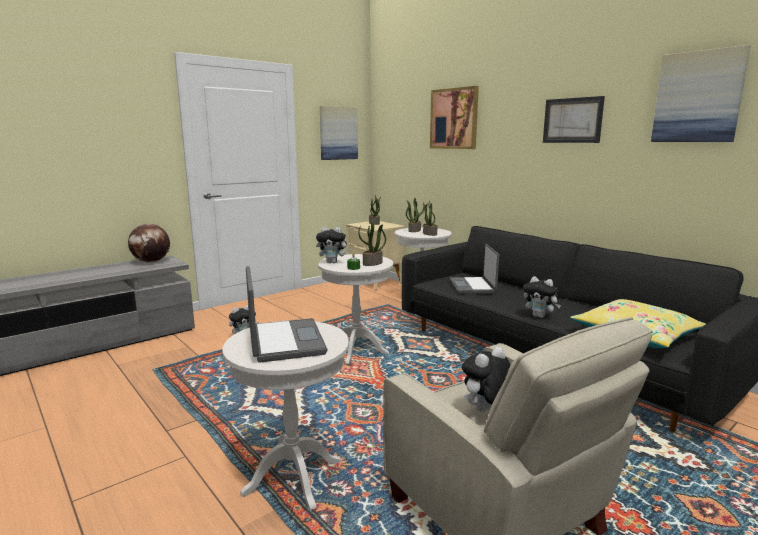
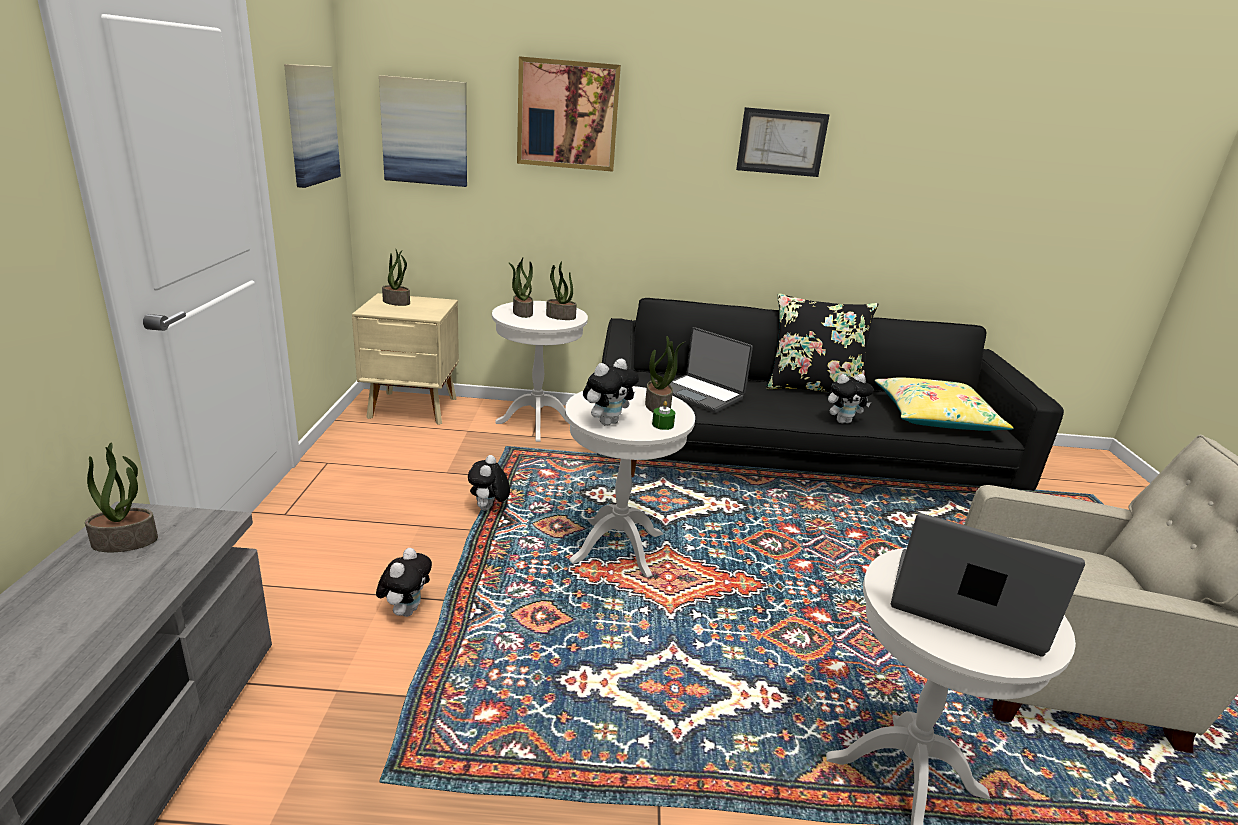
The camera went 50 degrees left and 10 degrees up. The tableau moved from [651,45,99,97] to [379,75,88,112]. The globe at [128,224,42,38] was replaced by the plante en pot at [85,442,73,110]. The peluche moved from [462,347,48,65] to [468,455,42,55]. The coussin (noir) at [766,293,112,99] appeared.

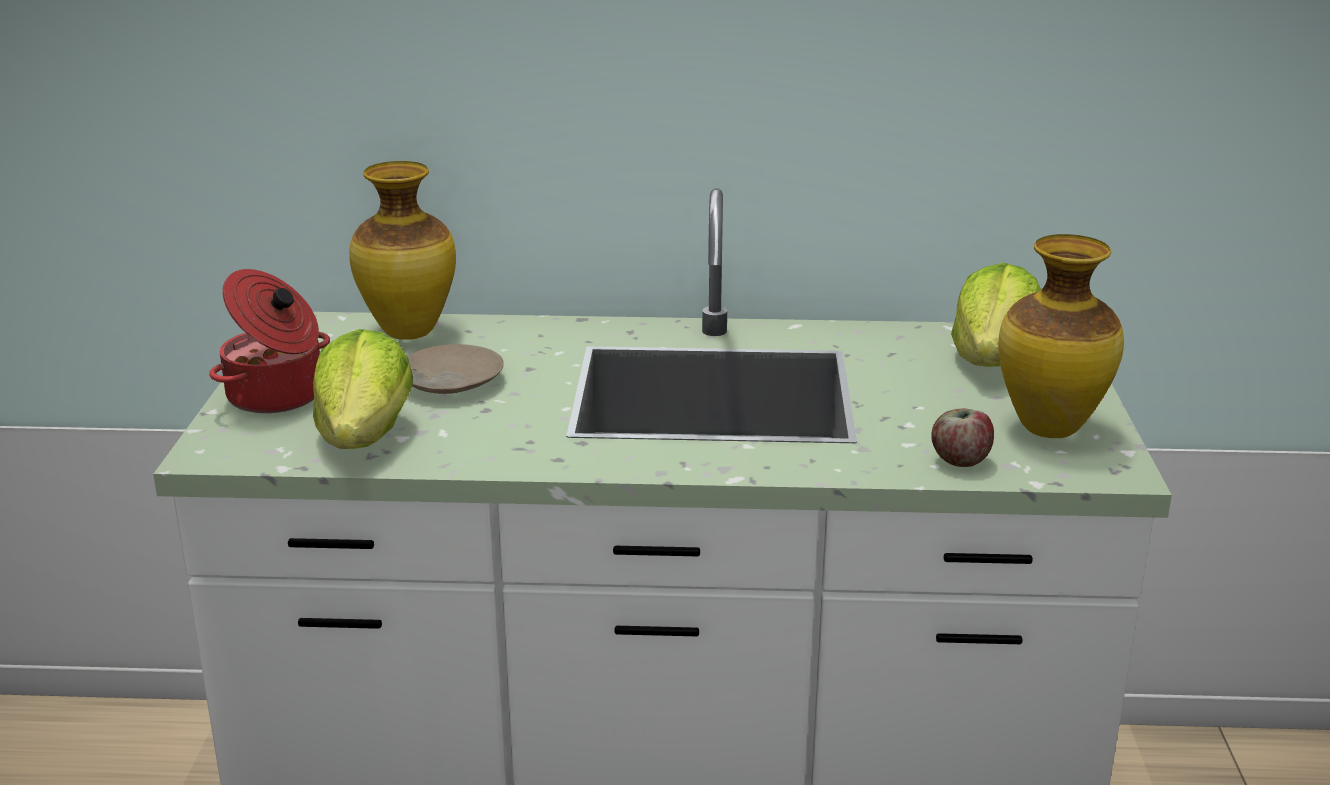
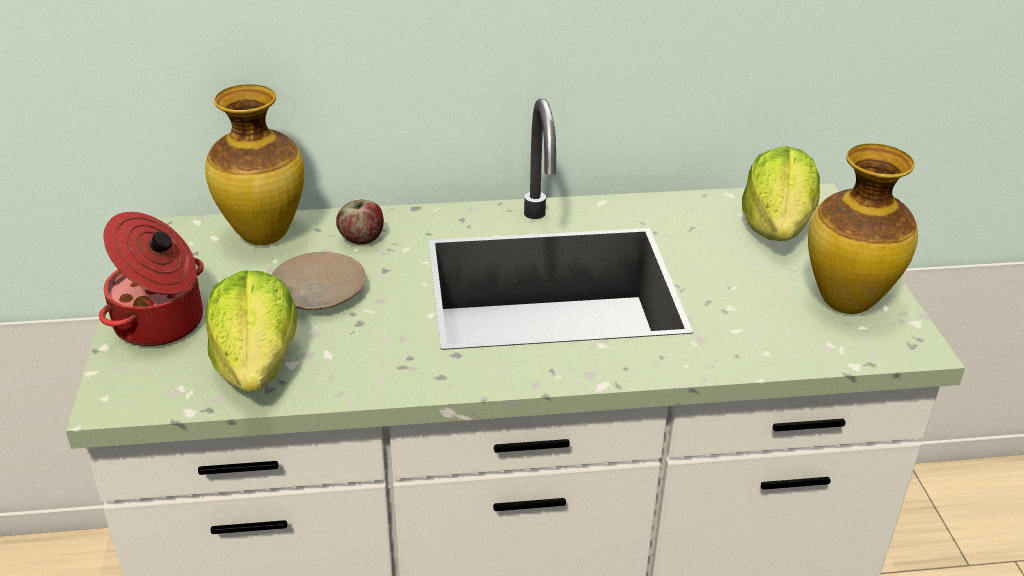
The camera went 10 degrees left and 10 degrees up. The pomme moved from [931,409,63,58] to [336,200,48,44].

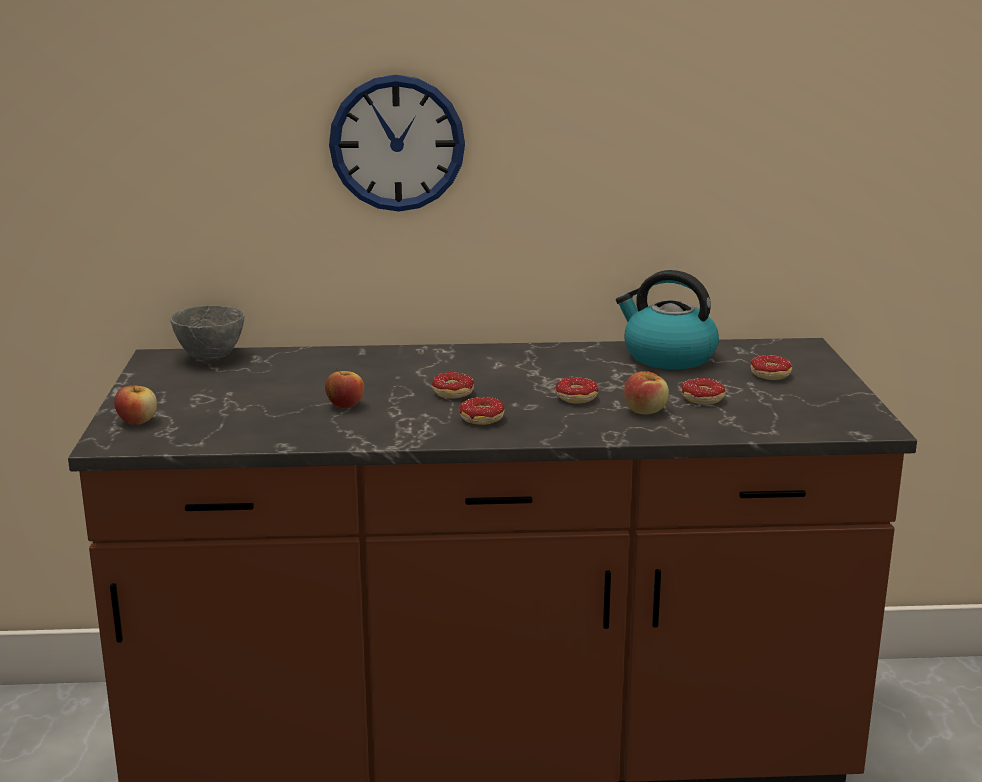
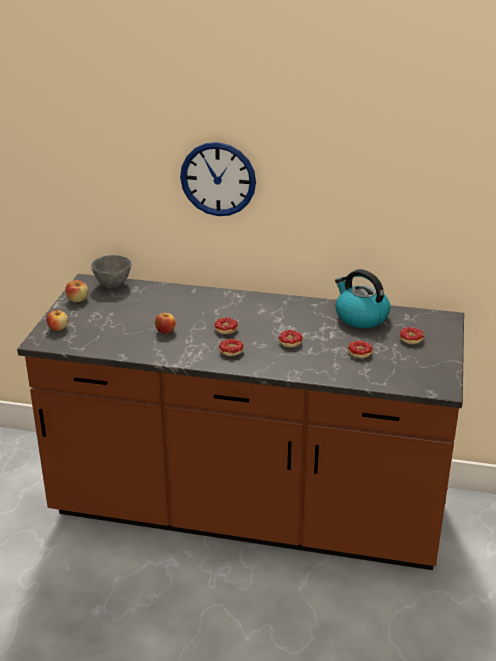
The camera went 15 degrees right and 10 degrees up. The pomme moved from [624,371,45,44] to [65,280,23,22].

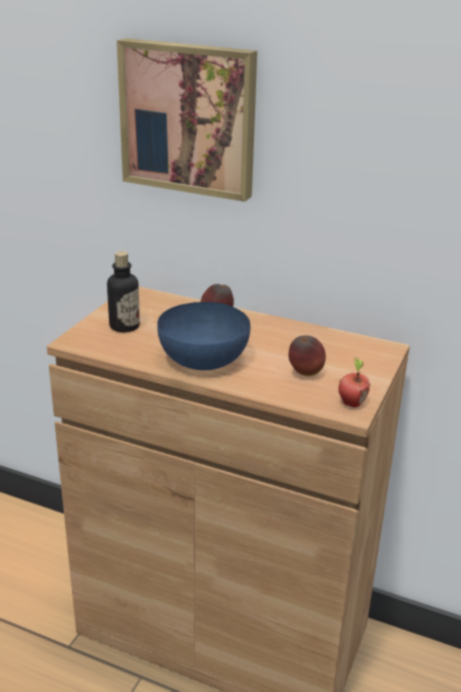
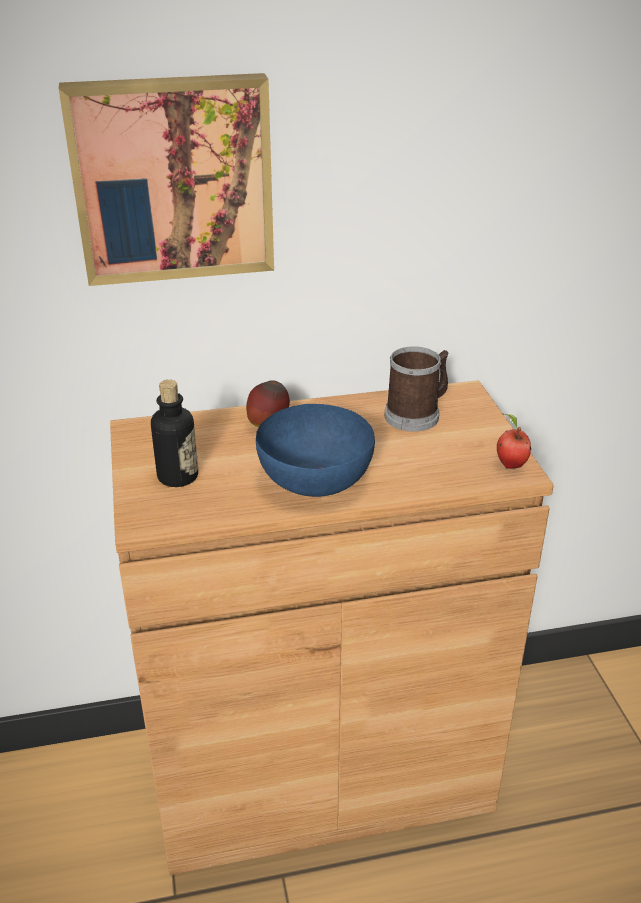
The camera went 35 degrees left and 5 degrees up. The pomme at [289,335,37,41] disappeared. The mug at [385,346,63,86] appeared.

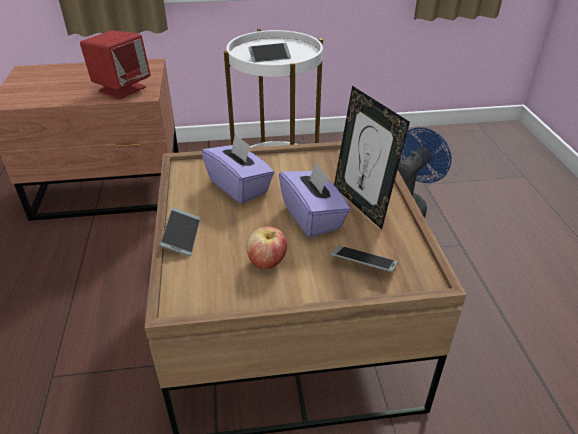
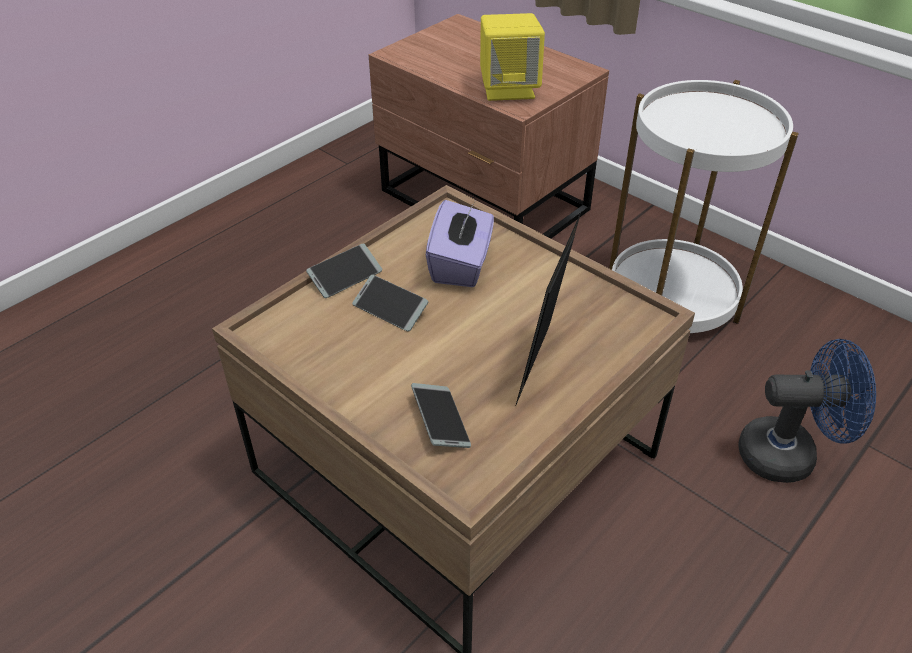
The camera went 50 degrees right and 5 degrees up. The enceinte (rouge) at [80,30,71,70] became the enceinte (jaune) at [480,13,65,88]. The téléphone moved from [248,43,43,19] to [352,275,76,57]. The boîte à mouchoirs (violet) at [279,162,71,75] disappeared. The pomme at [246,227,41,42] disappeared.

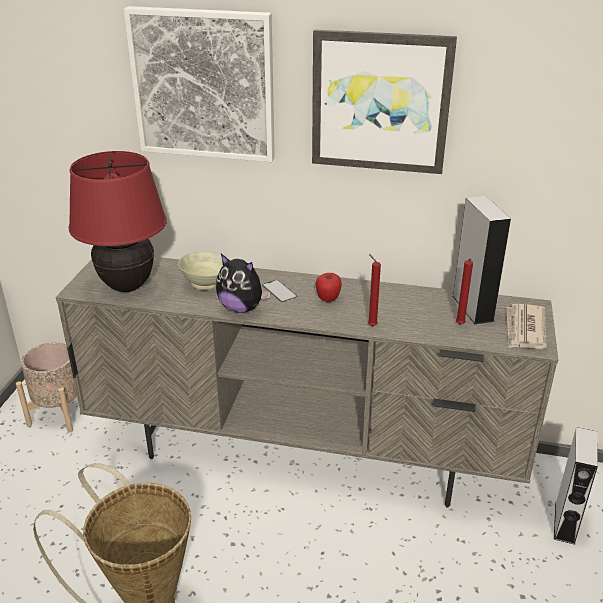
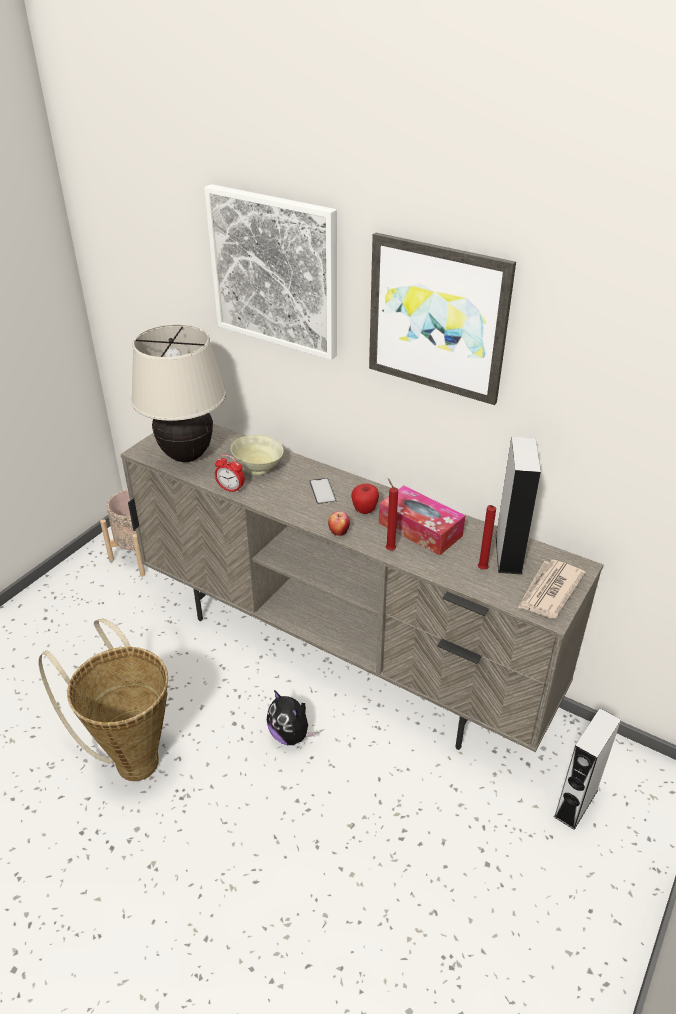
The camera went 20 degrees right and 5 degrees up. The lampe de table (rouge) at [69,151,98,141] became the lampe de table (beige) at [131,324,95,138]. The peluche moved from [216,254,55,59] to [267,690,48,55]. The réveil at [215,455,30,38] appeared. The boîte à mouchoirs at [379,486,86,70] appeared. The pomme at [328,511,22,25] appeared.

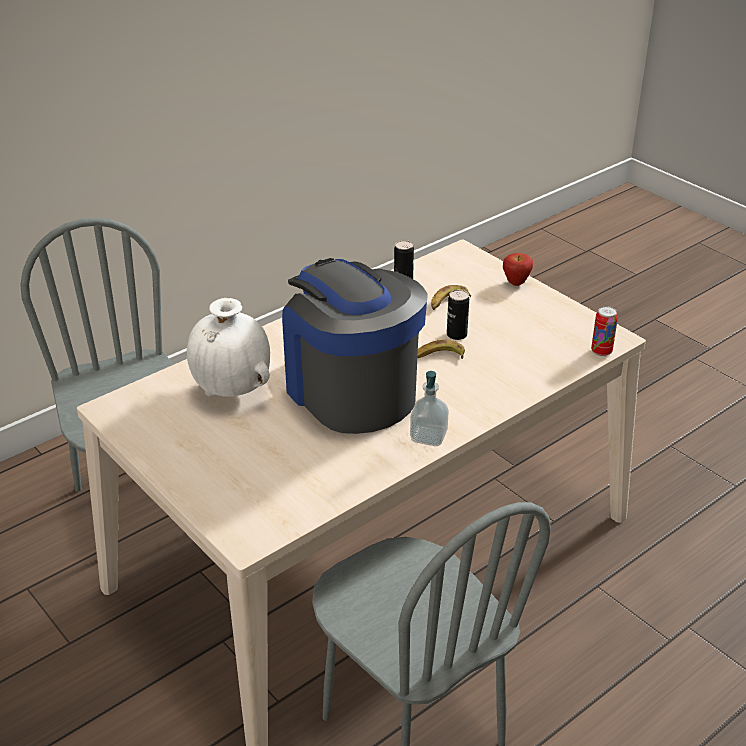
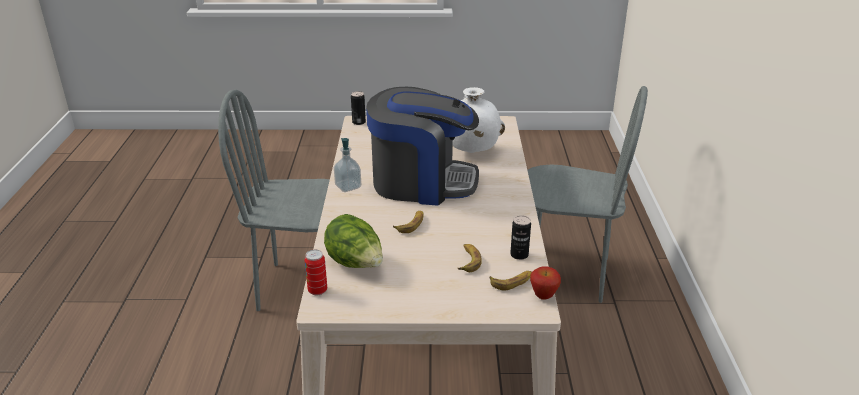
The camera went 130 degrees right and 5 degrees down. The pomme moved from [503,253,30,33] to [530,266,31,34]. The boîte métallique moved from [447,290,22,50] to [351,91,15,34]. The laitue at [324,214,59,54] appeared. The banane at [490,271,42,19] appeared.

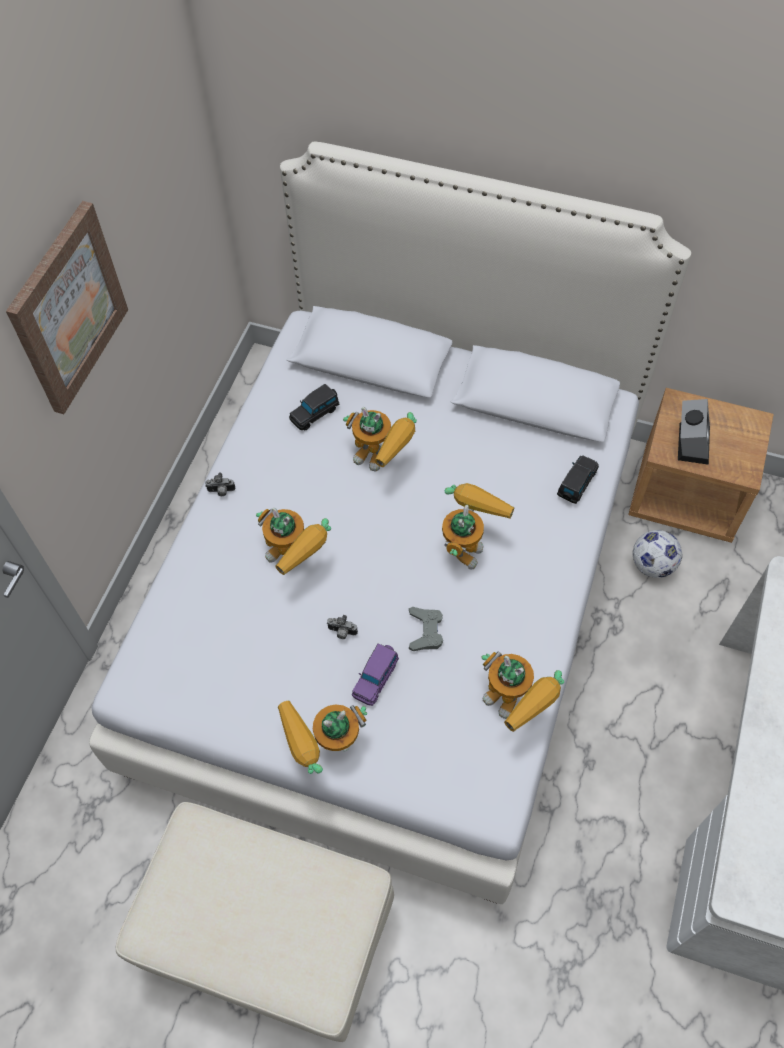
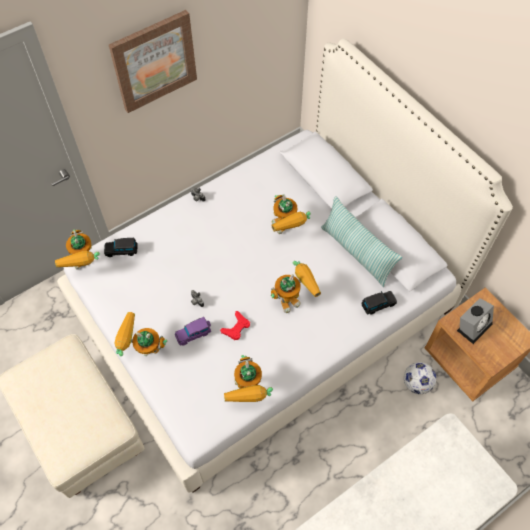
The camera went 35 degrees right and 0 degrees up. The petite voiture (noir) moved from [289,384,51,47] to [104,238,34,19]. The robot jouet moved from [256,507,75,68] to [55,229,45,40]. The manette (gris) at [409,607,34,44] became the manette (rouge) at [220,311,30,29]. The coussin at [321,196,81,91] appeared.

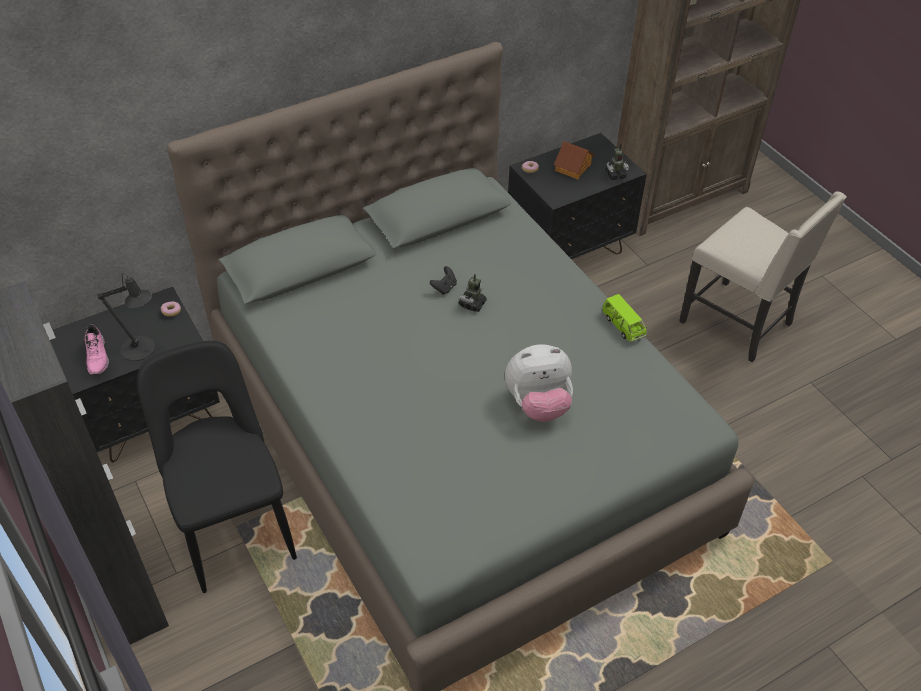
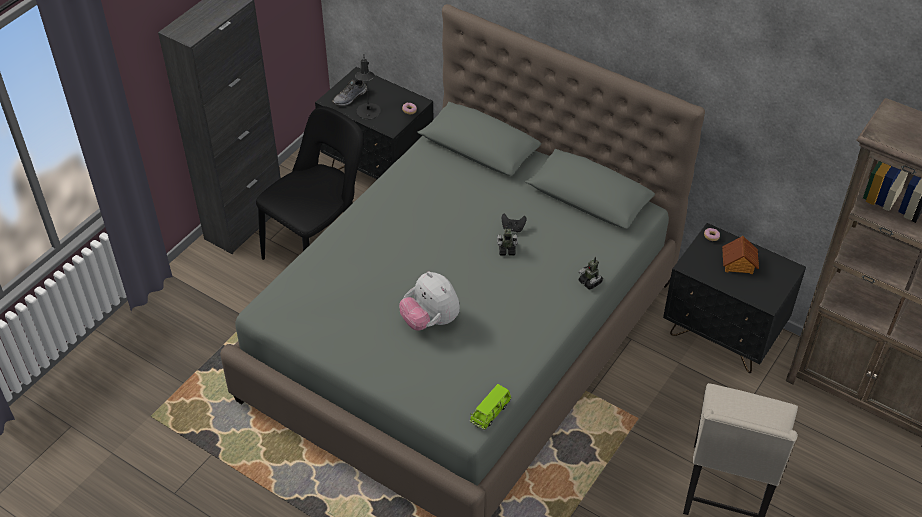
The camera went 65 degrees right and 0 degrees up. The robot jouet moved from [606,144,23,36] to [578,257,25,32]. The petite voiture (vert) moved from [602,294,45,48] to [469,384,42,46]. The chaussure (rose) at [84,324,25,51] became the chaussure (gris) at [332,79,35,27].

